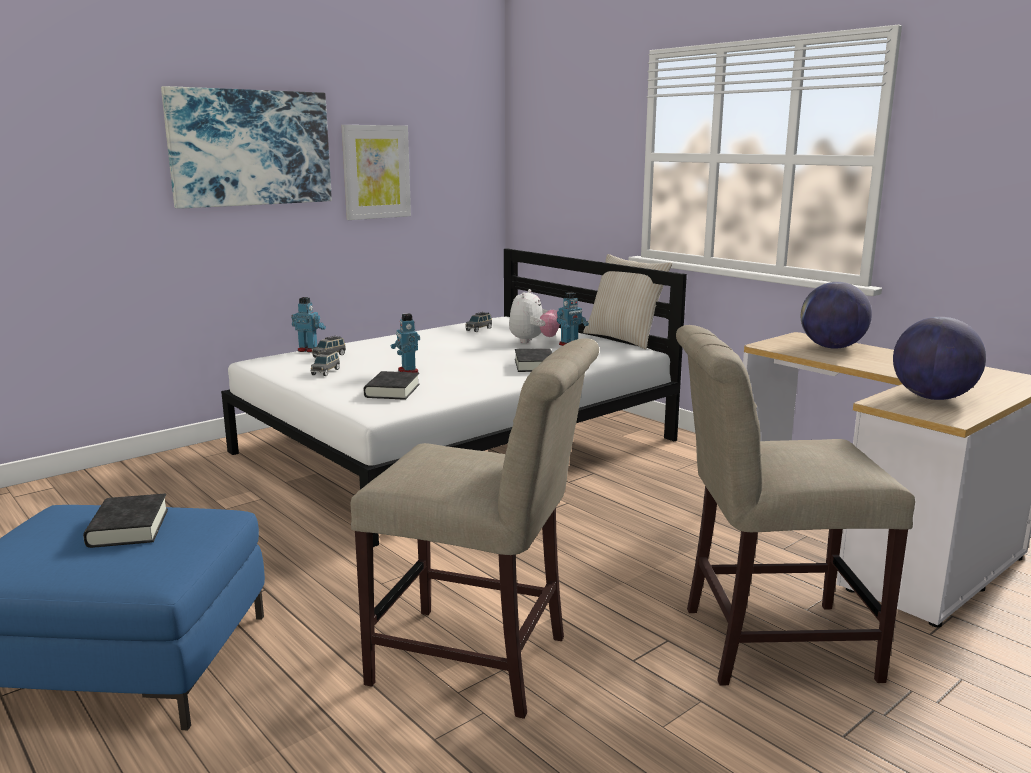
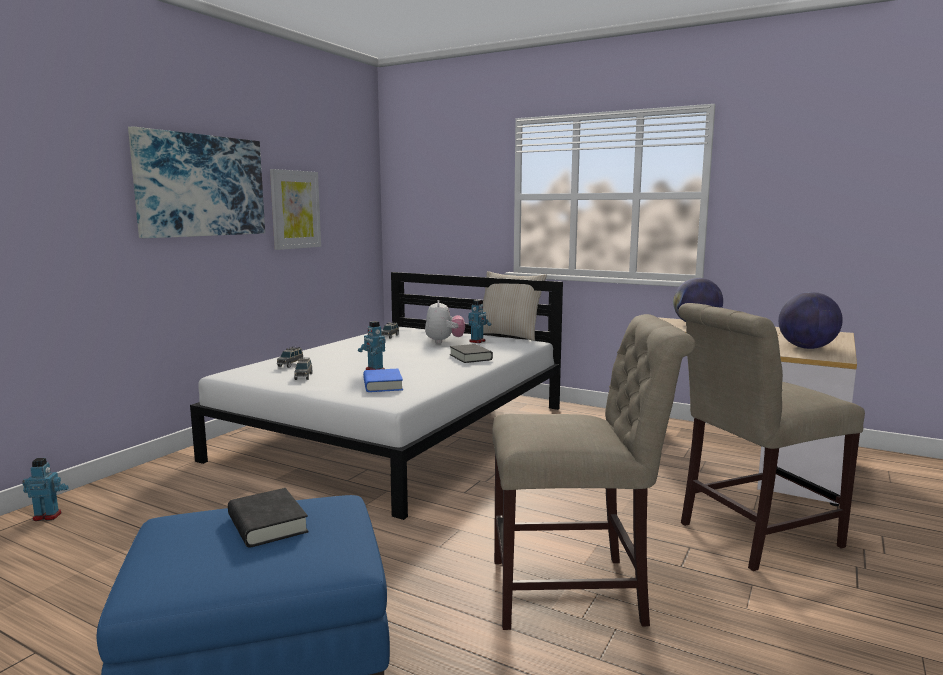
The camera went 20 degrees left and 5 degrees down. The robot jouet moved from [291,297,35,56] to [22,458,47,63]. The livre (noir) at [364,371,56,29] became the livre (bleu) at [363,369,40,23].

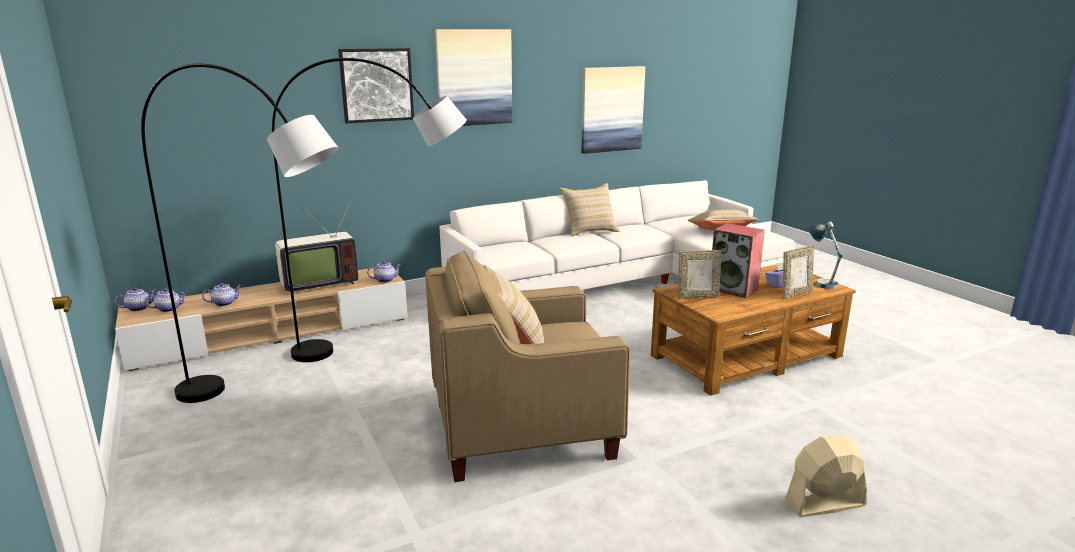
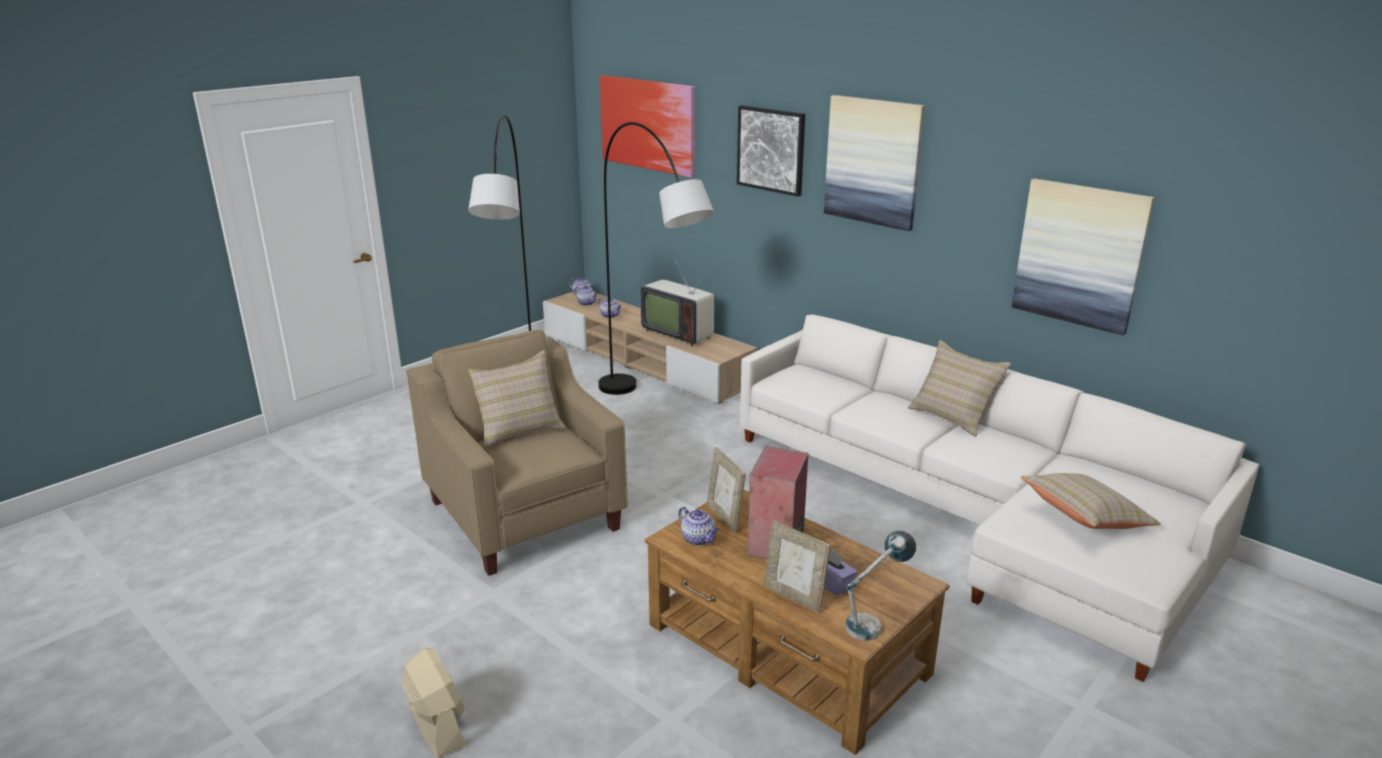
The camera went 70 degrees right and 5 degrees up. The théière moved from [367,261,34,22] to [678,507,41,38]. The tableau at [599,75,96,103] appeared.

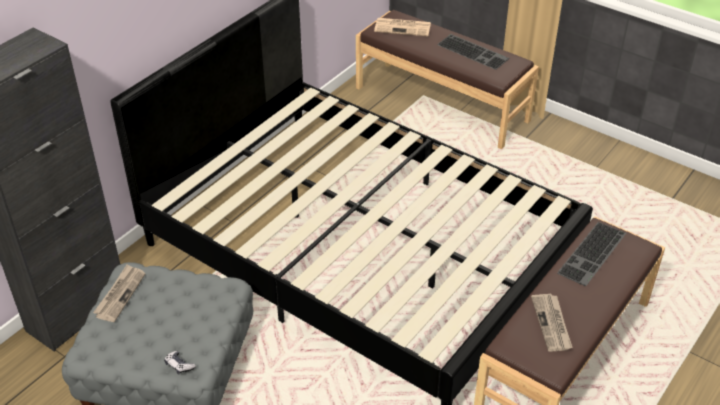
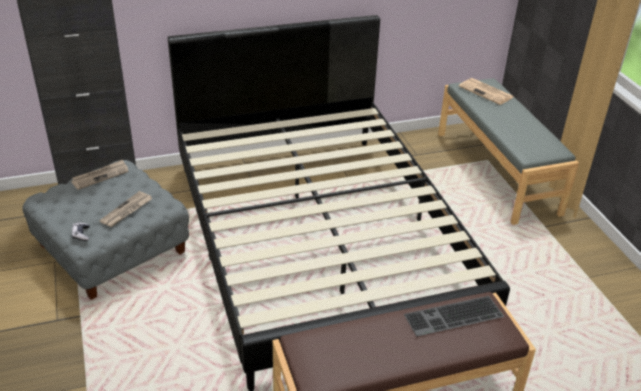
The camera went 35 degrees right and 5 degrees down. The banc (marron) at [356,10,183,139] became the banc (gris) at [438,78,141,147]. The clavier at [437,34,72,36] disappeared. The journal moved from [531,294,42,58] to [99,191,54,36].

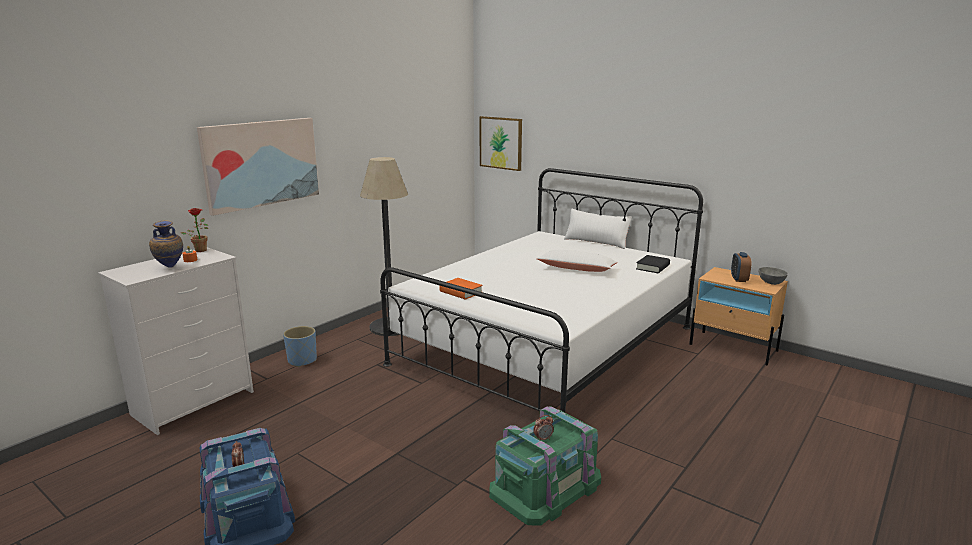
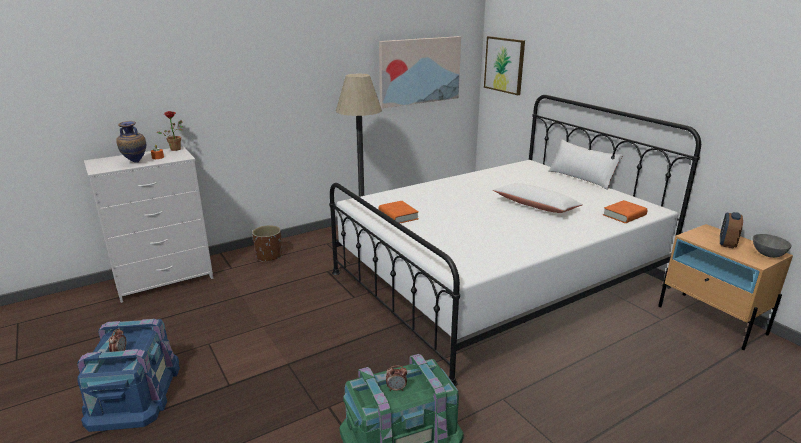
The camera went 20 degrees right and 5 degrees up. The tableau moved from [197,118,122,98] to [379,36,82,72]. The livre (noir) at [636,255,34,18] became the livre (orange) at [603,200,45,23]. The cache-pot (bleu) at [283,326,34,41] became the cache-pot (marron) at [252,225,30,37].

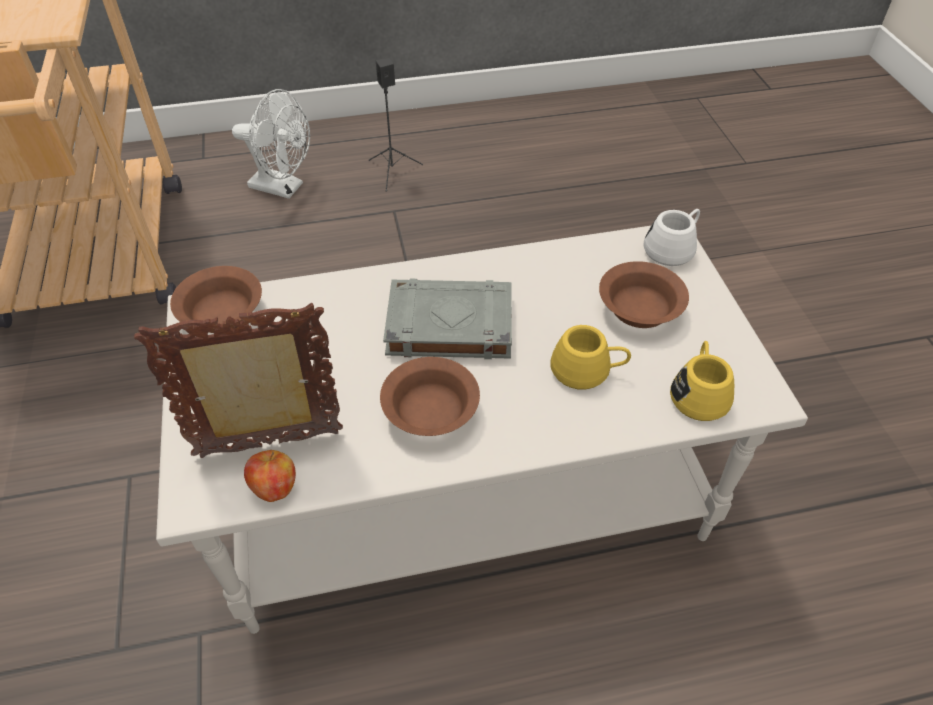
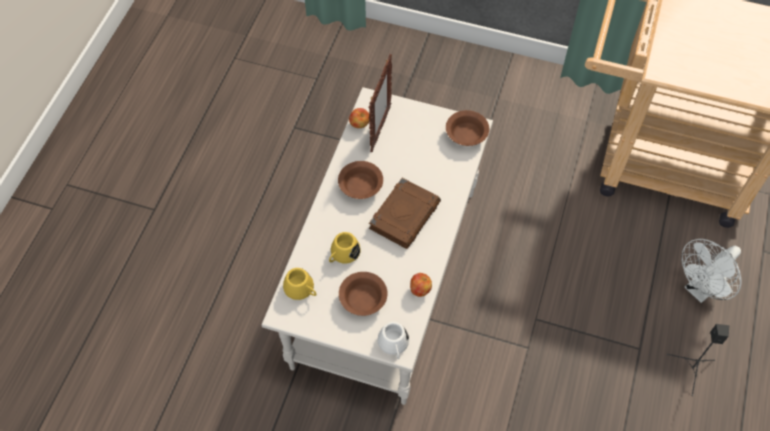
The camera went 120 degrees right and 10 degrees up. The livre (gris) at [383,279,129,80] became the livre (marron) at [369,178,72,71]. The pomme at [410,273,22,24] appeared.

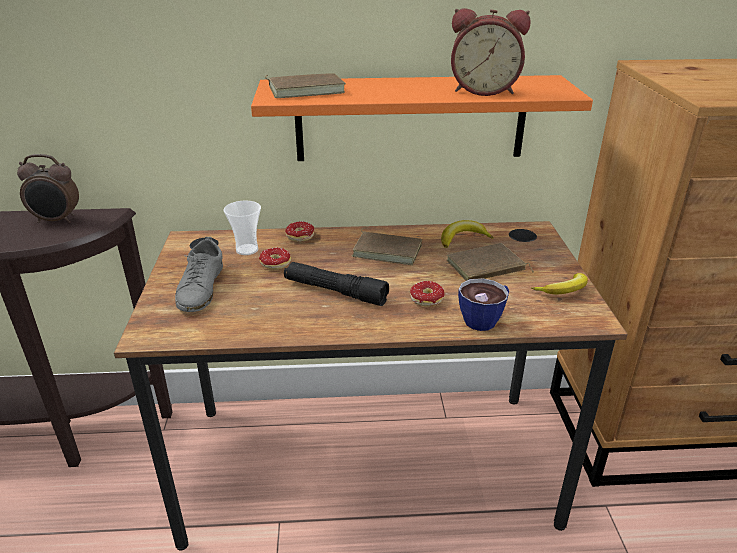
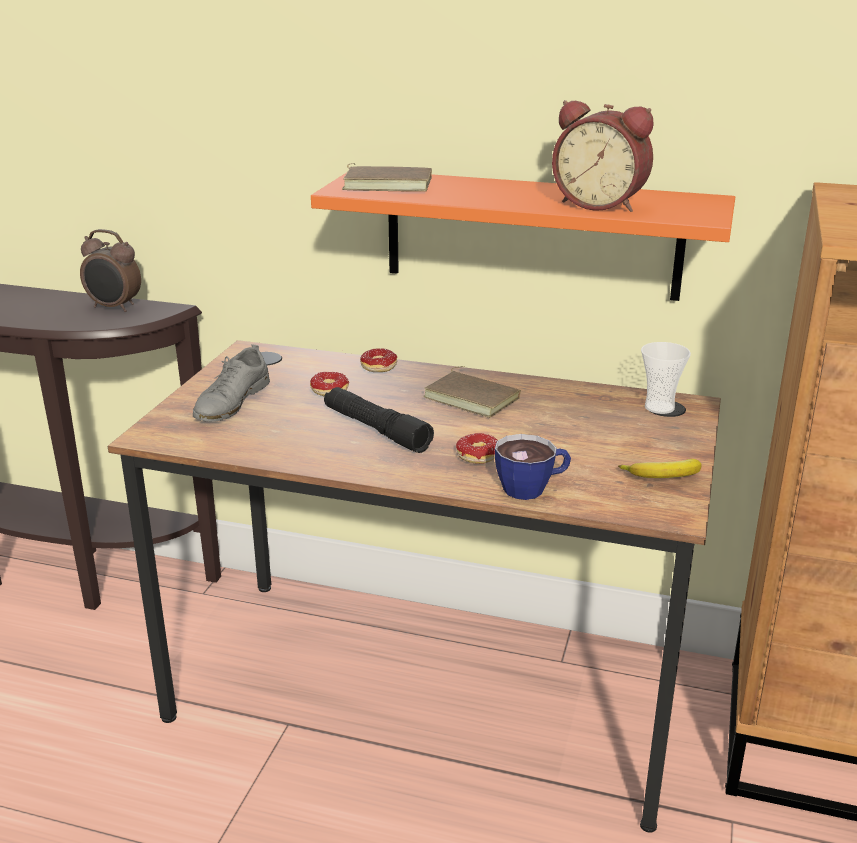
The camera went 20 degrees right and 5 degrees down. The tasse moved from [223,201,38,54] to [641,342,50,72]. The banane at [441,220,53,28] disappeared. The livre (marron) at [447,243,87,38] disappeared.

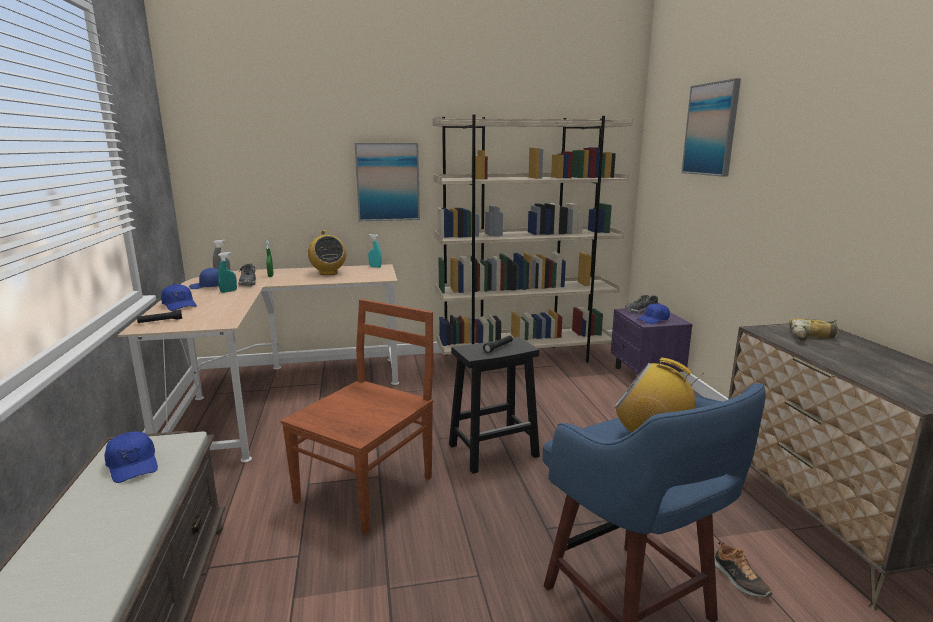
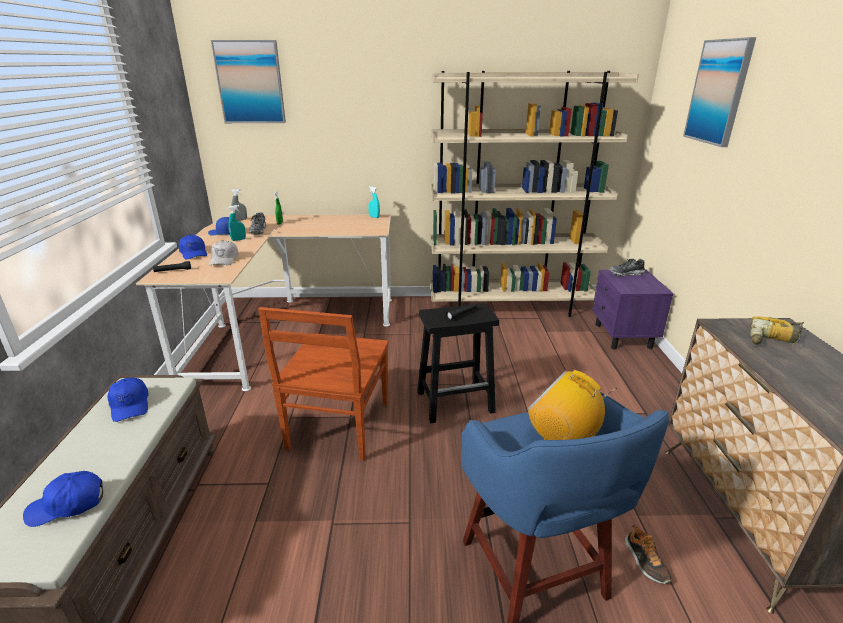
The camera went 10 degrees right and 10 degrees up. The tableau moved from [355,143,65,78] to [211,40,75,83]. The radio at [308,230,38,45] disappeared. The chaise (marron) at [281,299,153,236] turned 150 degrees clockwise. The casquette (bleu) moved from [637,303,33,21] to [23,471,80,56]. The casquette (blanc) at [209,240,29,25] appeared.

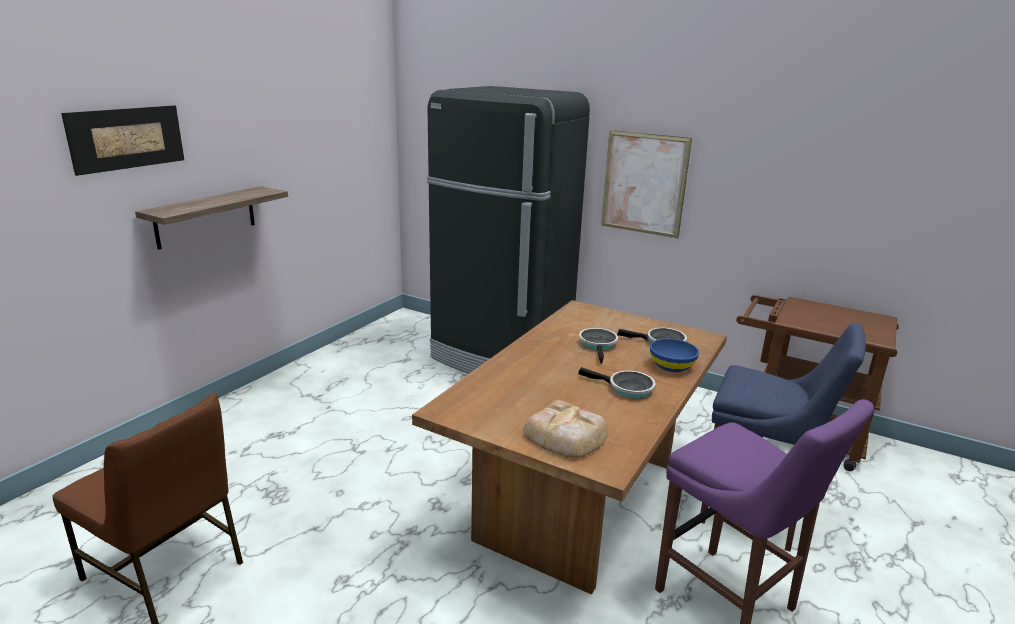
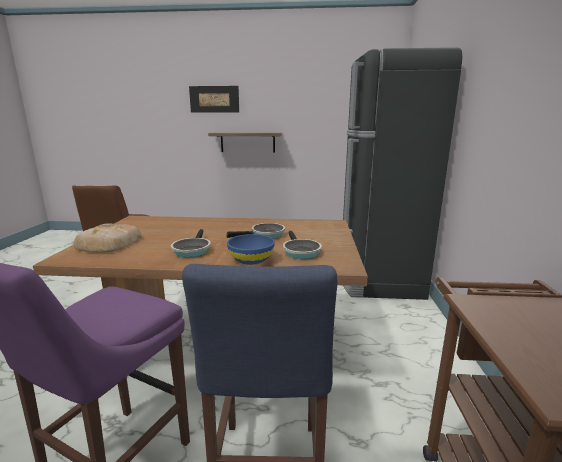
The camera went 65 degrees right and 5 degrees down. The tableau at [601,130,91,108] disappeared.

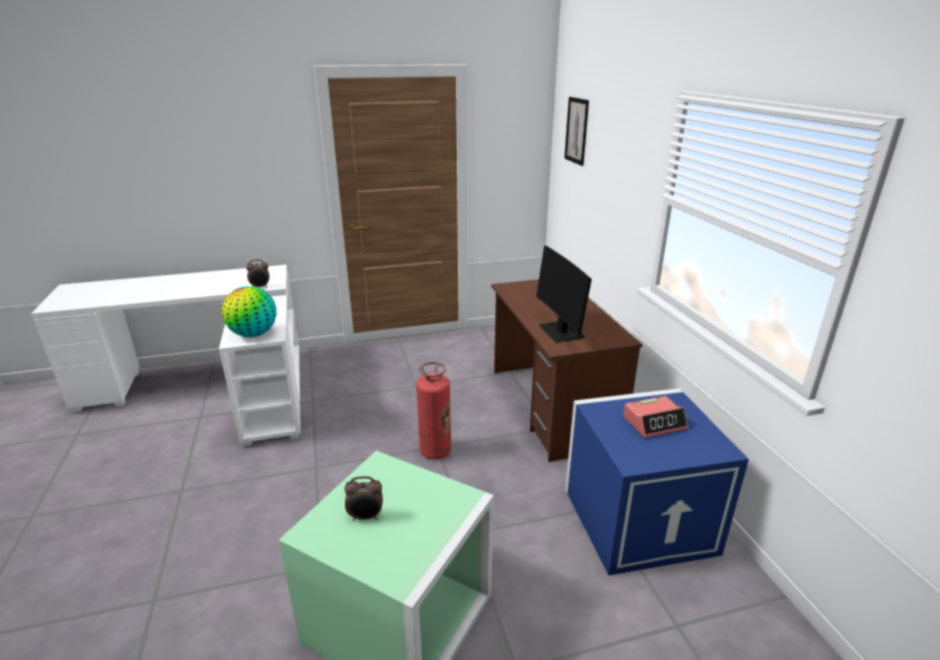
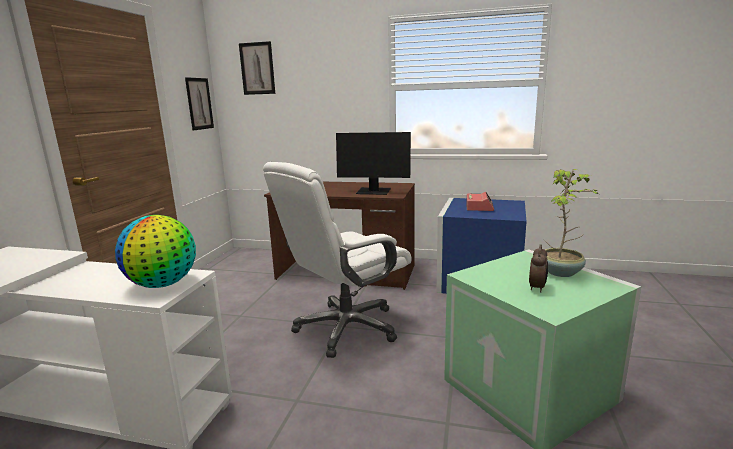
The camera went 60 degrees left and 10 degrees down. The réveil at [246,259,24,29] disappeared. The extincteur at [416,362,35,98] was replaced by the chaise de bureau (blanc) at [263,162,149,196]. The tableau at [185,77,29,54] appeared. The plante en pot at [544,169,55,108] appeared.

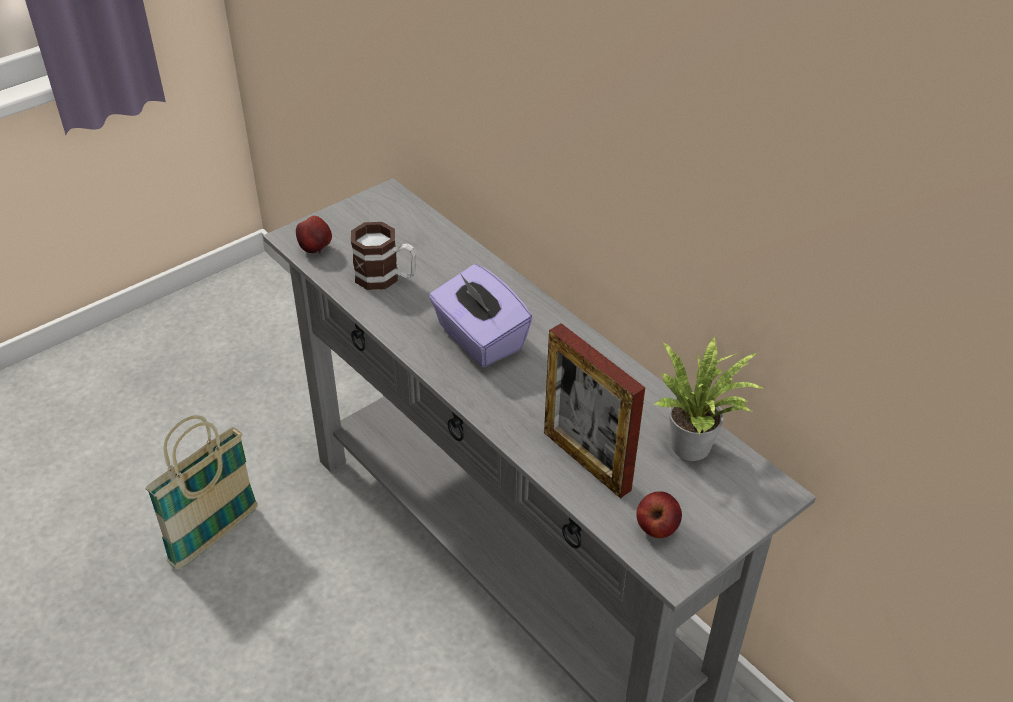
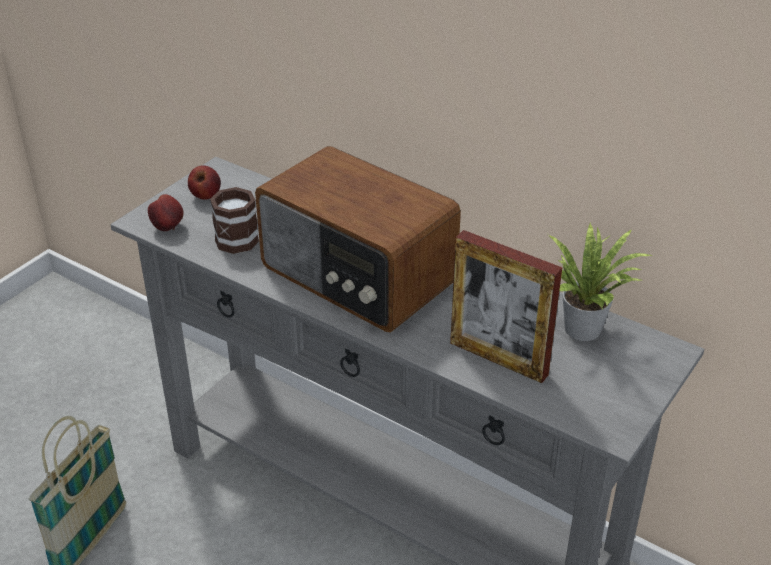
The camera went 15 degrees left and 5 degrees down. The boîte à mouchoirs (violet) at [429,264,104,103] was replaced by the radio at [255,146,206,186]. The pomme moved from [636,491,46,47] to [188,165,33,35].

